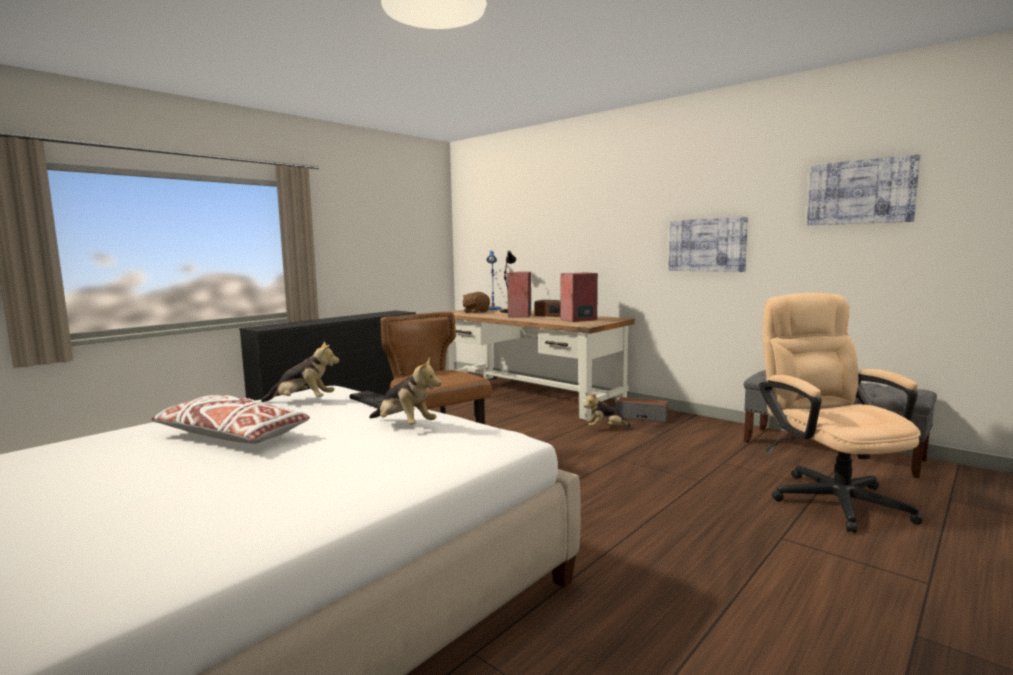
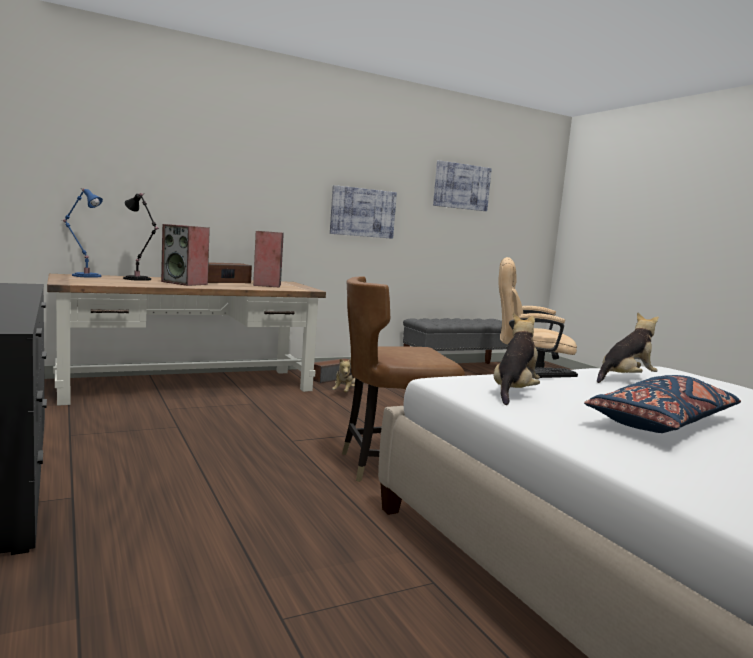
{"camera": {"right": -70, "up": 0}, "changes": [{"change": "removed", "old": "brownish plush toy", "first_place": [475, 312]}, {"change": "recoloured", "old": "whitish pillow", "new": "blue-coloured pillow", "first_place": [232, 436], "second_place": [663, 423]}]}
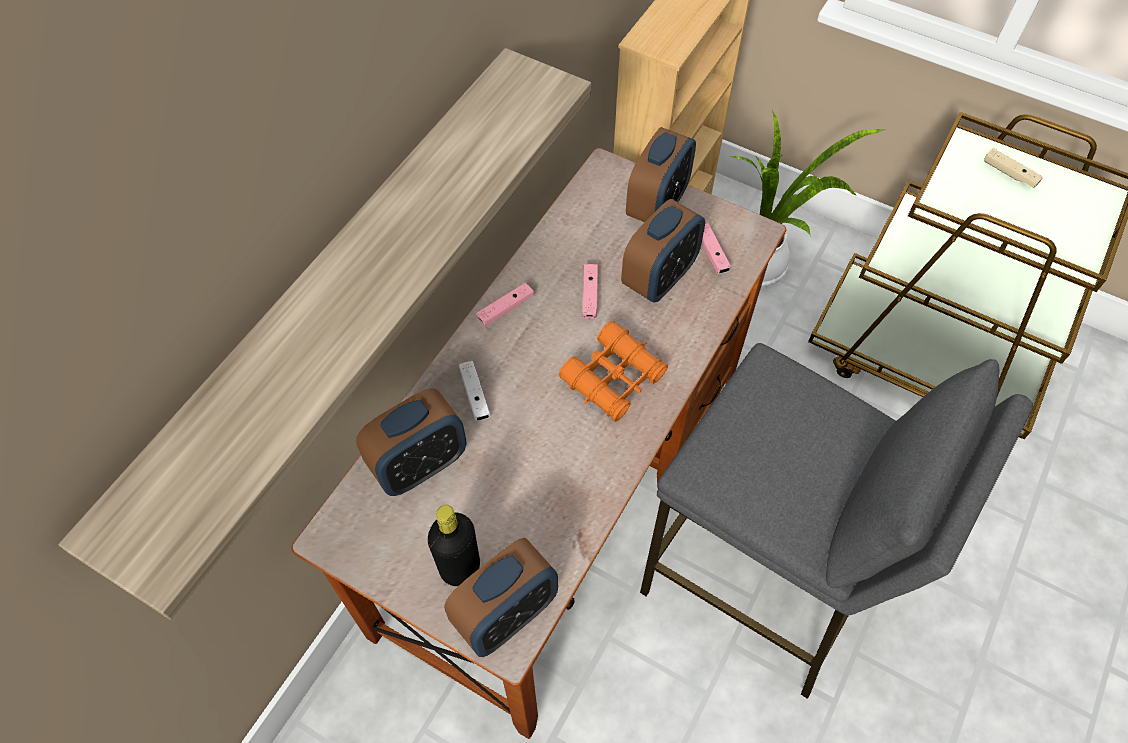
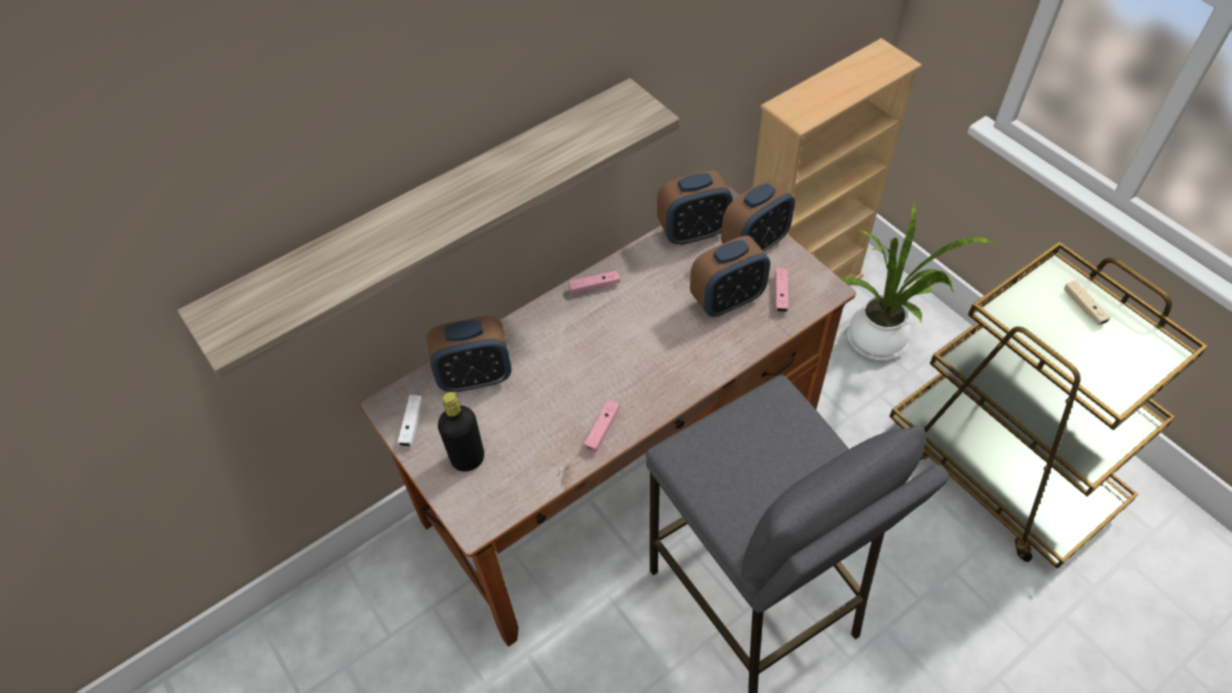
{"camera": {"right": 25, "up": -5}, "changes": [{"change": "removed", "old": "orange-coloured pair of binoculars", "first_place": [613, 378]}, {"change": "moved", "old": "table clock", "first_place": [506, 614], "second_place": [693, 232]}, {"change": "moved", "old": "whitish gamepad", "first_place": [474, 395], "second_place": [412, 424]}, {"change": "moved", "old": "pink-coloured gamepad", "first_place": [590, 295], "second_place": [602, 429]}]}
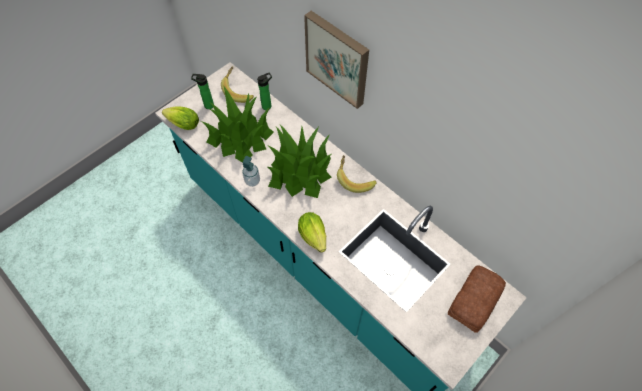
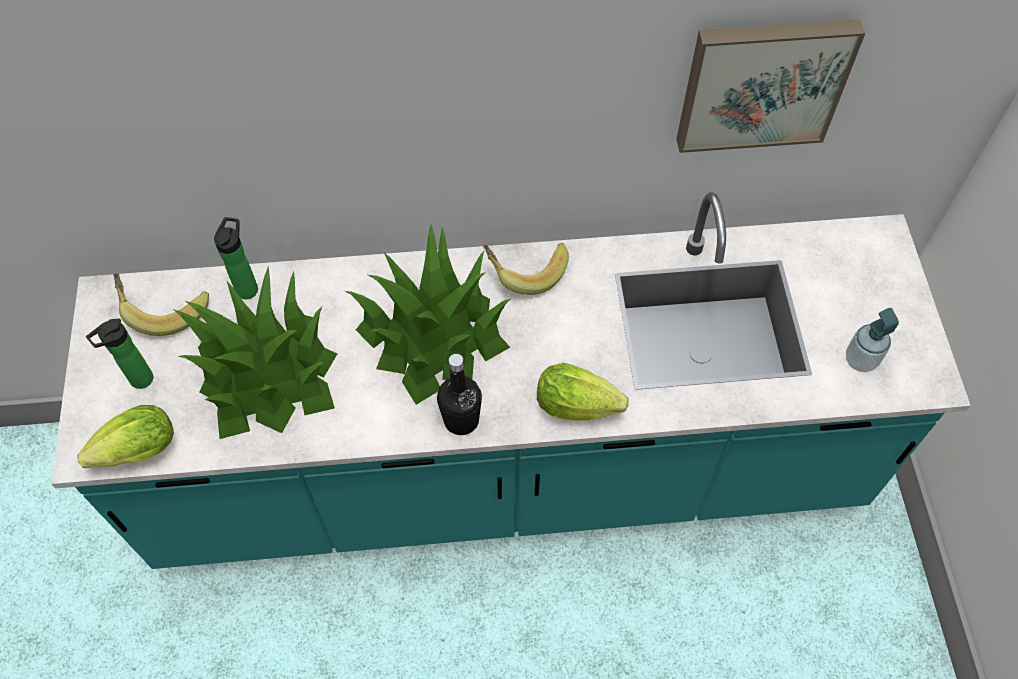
{"camera": {"right": -50, "up": 0}, "changes": [{"change": "removed", "old": "bread", "first_place": [473, 300]}, {"change": "added", "new": "black drink bottle", "second_place": [461, 420]}, {"change": "moved", "old": "soap dispenser", "first_place": [252, 181], "second_place": [860, 360]}, {"change": "moved", "old": "wall picture", "first_place": [338, 59], "second_place": [762, 82]}]}
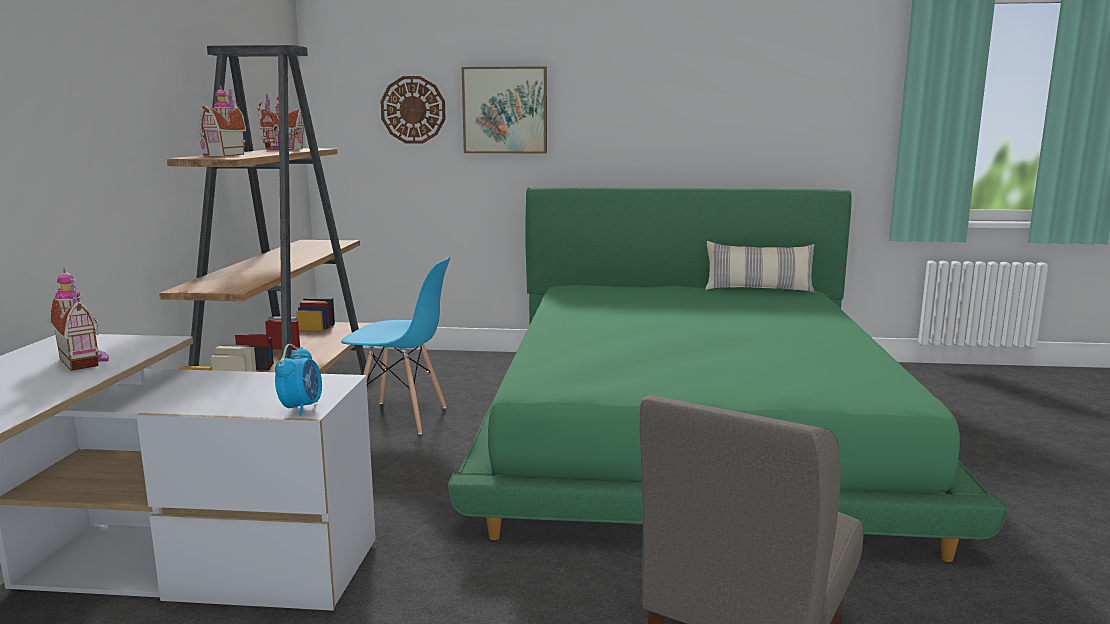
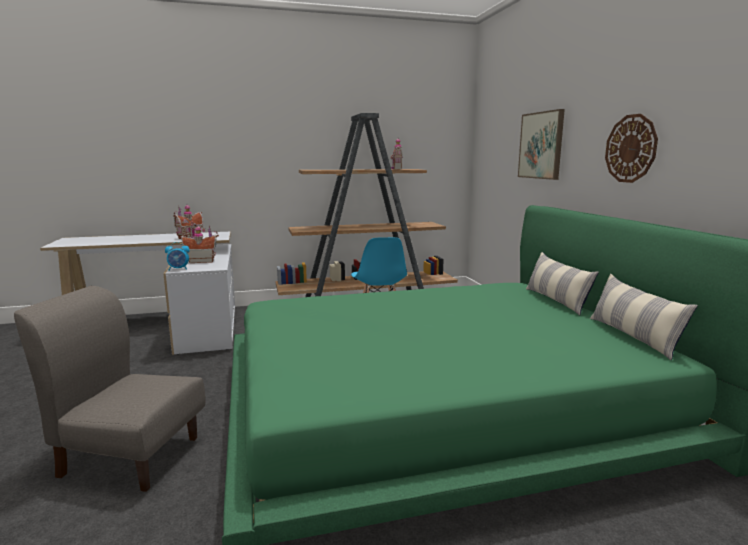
{"camera": {"right": 70, "up": 0}, "changes": [{"change": "added", "new": "pillow", "second_place": [556, 301]}, {"change": "moved", "old": "toy house", "first_place": [222, 155], "second_place": [201, 261]}, {"change": "moved", "old": "clock on the wall", "first_place": [413, 110], "second_place": [631, 148]}]}
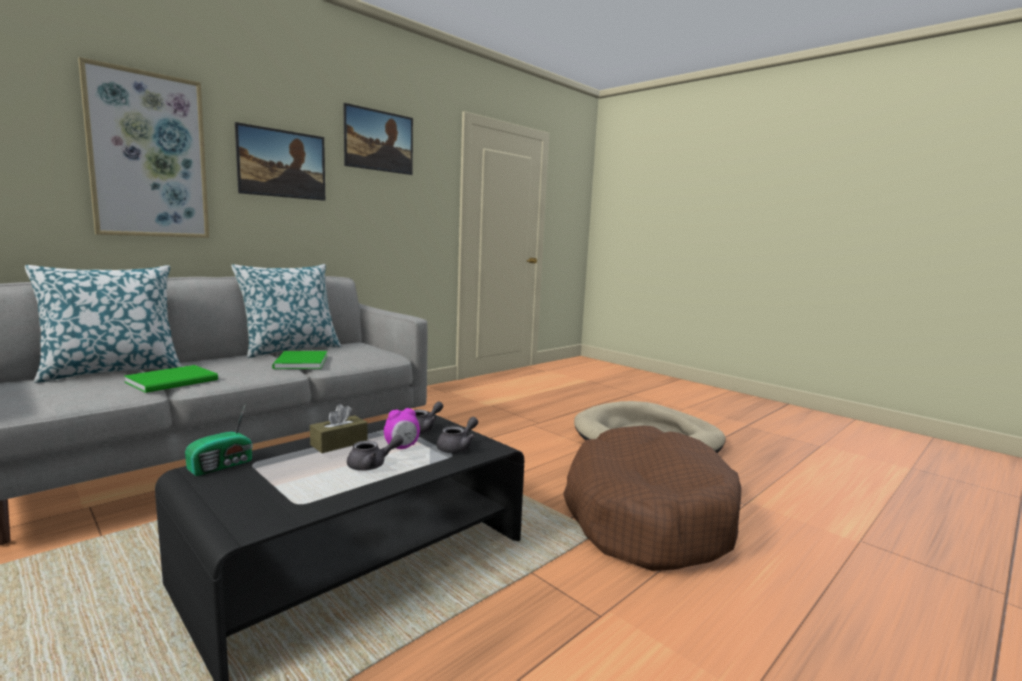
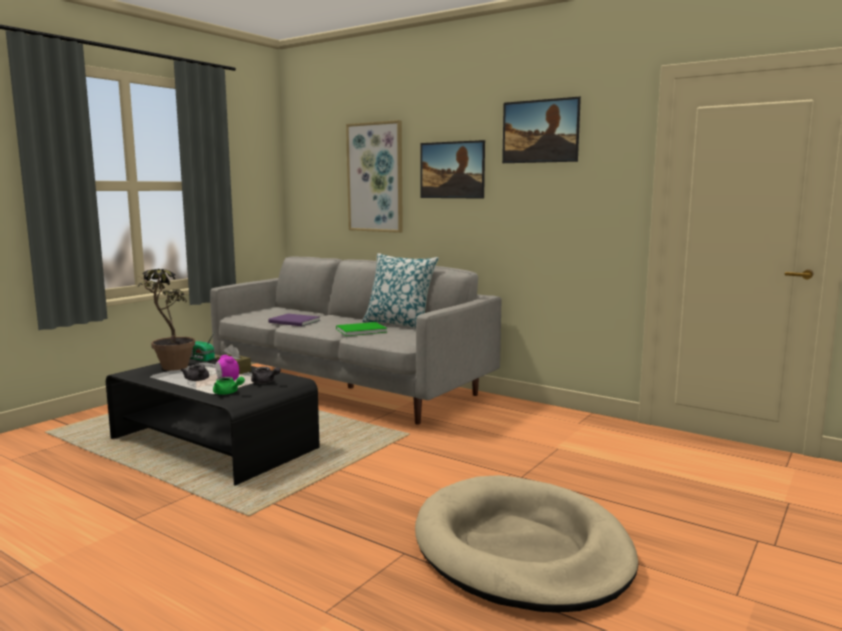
{"camera": {"right": 80, "up": 0}, "changes": [{"change": "removed", "old": "pillow", "first_place": [112, 371]}, {"change": "removed", "old": "brownish dog bed", "first_place": [646, 516]}, {"change": "added", "new": "houseplant", "second_place": [170, 369]}, {"change": "recoloured", "old": "green-coloured volume", "new": "purple-coloured volume", "first_place": [175, 381], "second_place": [295, 322]}, {"change": "recoloured", "old": "gray pot for tea", "new": "green-coloured pot for tea", "first_place": [458, 447], "second_place": [228, 393]}]}
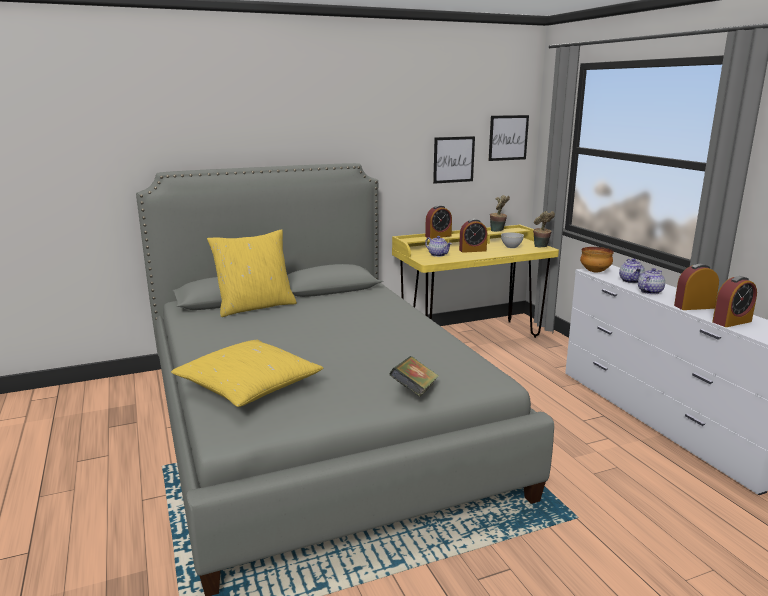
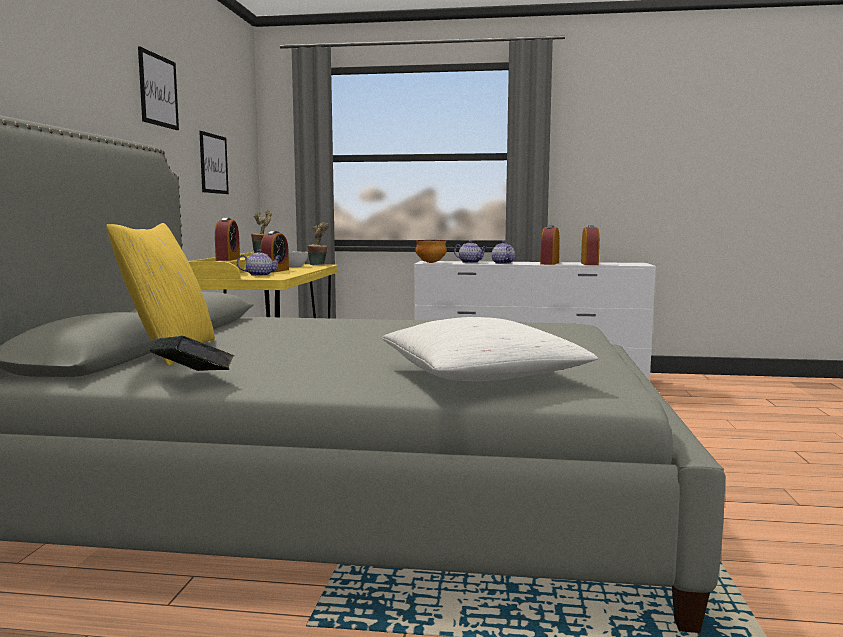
{"camera": {"right": -60, "up": -10}, "changes": [{"change": "moved", "old": "volume", "first_place": [414, 391], "second_place": [192, 379]}, {"change": "moved", "old": "wall picture", "first_place": [508, 137], "second_place": [158, 90]}, {"change": "recoloured", "old": "yellow pillow", "new": "whitish pillow", "first_place": [249, 386], "second_place": [482, 375]}]}
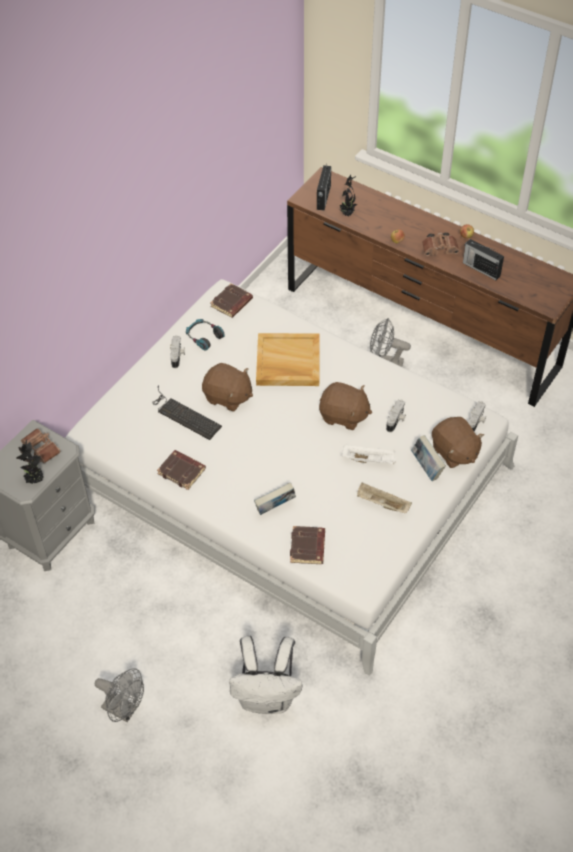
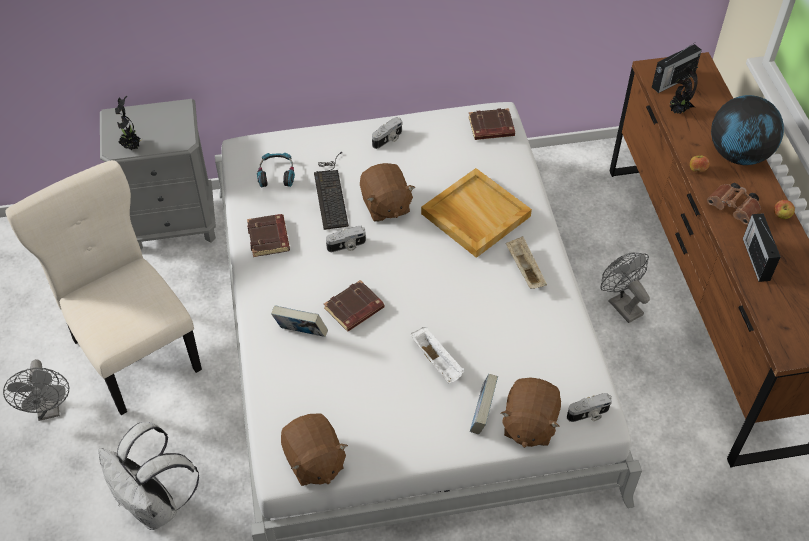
{"camera": {"right": 45, "up": 0}, "changes": [{"change": "removed", "old": "brownish pair of binoculars", "first_place": [39, 451]}, {"change": "added", "new": "beige-coloured plain chair", "second_place": [134, 350]}, {"change": "added", "new": "desk globe", "second_place": [739, 155]}, {"change": "moved", "old": "headphones", "first_place": [204, 337], "second_place": [276, 174]}, {"change": "moved", "old": "brownish volume", "first_place": [308, 548], "second_place": [354, 309]}, {"change": "moved", "old": "brownish plush toy", "first_place": [343, 416], "second_place": [314, 461]}, {"change": "moved", "old": "beige-coloured carrying tray", "first_place": [382, 504], "second_place": [524, 269]}, {"change": "moved", "old": "still camera", "first_place": [396, 420], "second_place": [347, 246]}]}
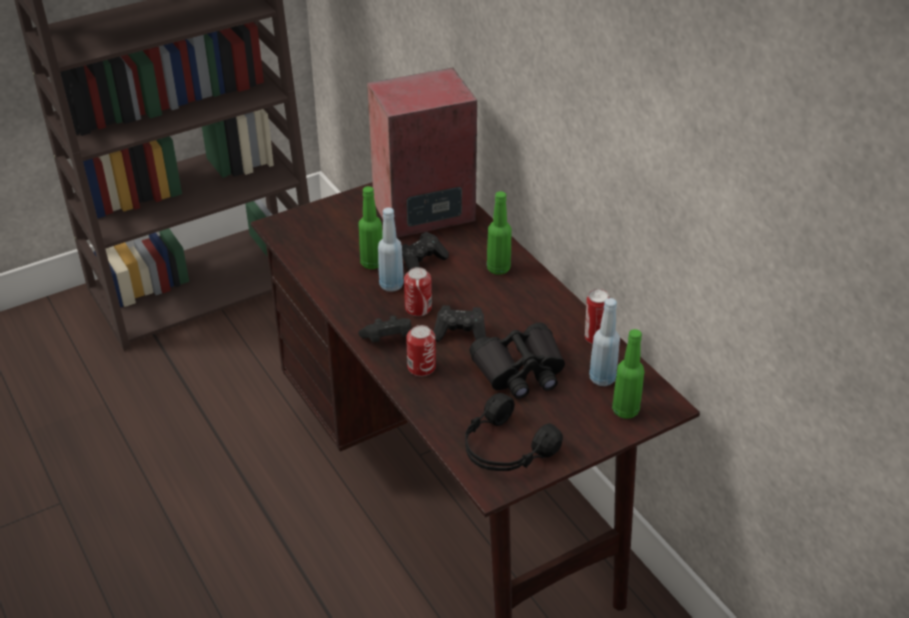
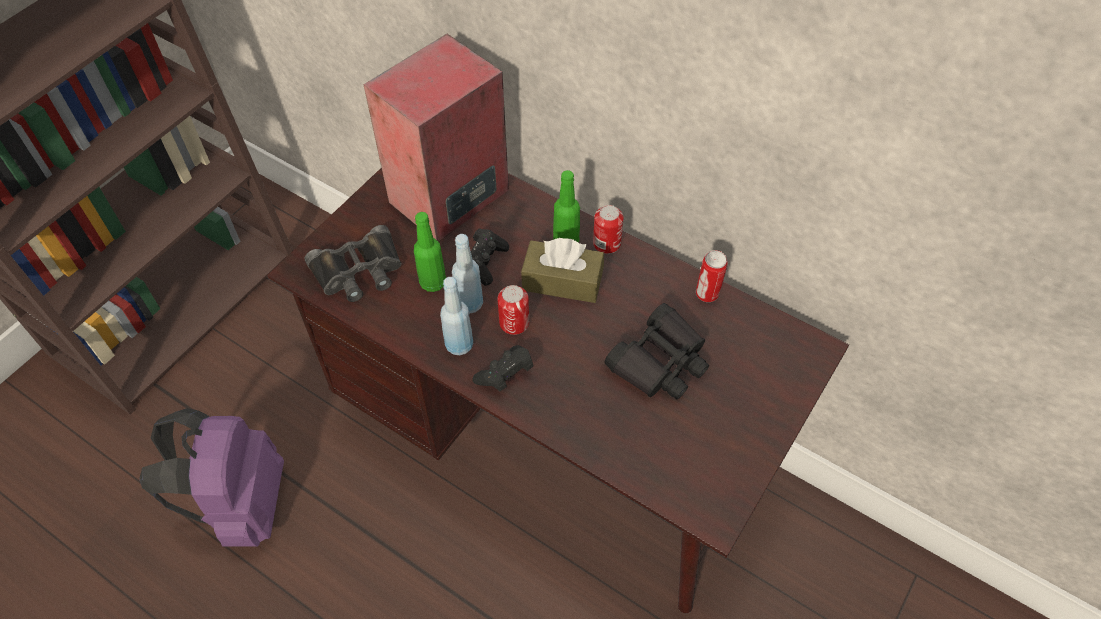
{"camera": {"right": -25, "up": 15}, "changes": [{"change": "removed", "old": "black gamepad", "first_place": [460, 333]}, {"change": "removed", "old": "black headphones", "first_place": [504, 449]}, {"change": "removed", "old": "green-coloured drink bottle", "first_place": [625, 410]}, {"change": "added", "new": "purple-coloured rucksack", "second_place": [241, 505]}, {"change": "added", "new": "black pair of binoculars", "second_place": [359, 271]}, {"change": "added", "new": "brownish tissue box", "second_place": [562, 281]}, {"change": "moved", "old": "can", "first_place": [421, 367], "second_place": [606, 243]}, {"change": "moved", "old": "blue-coloured drink bottle", "first_place": [602, 378], "second_place": [459, 345]}]}
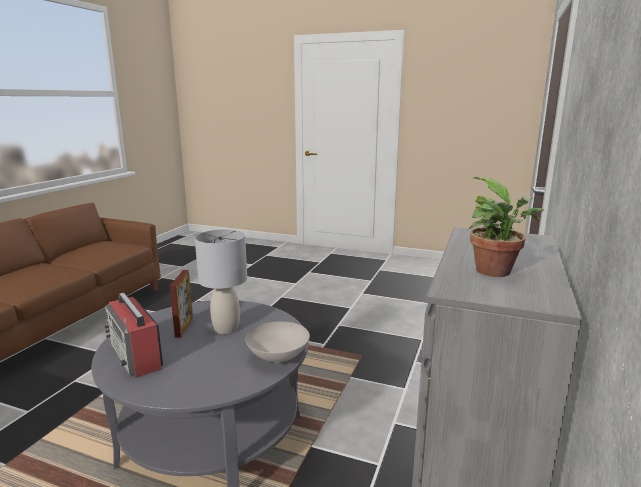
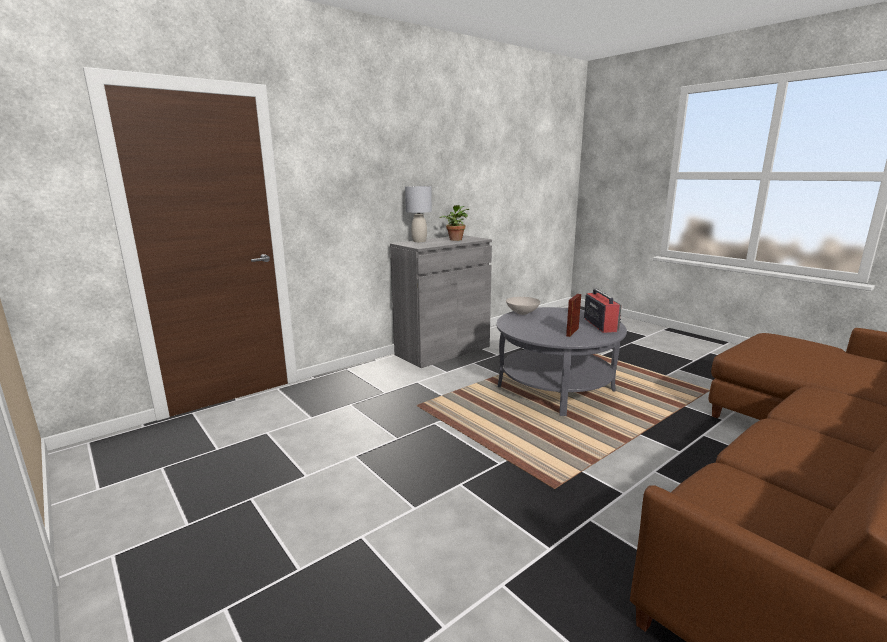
{"camera": {"right": -150, "up": 0}, "changes": [{"change": "moved", "old": "gray tabletop lamp", "first_place": [225, 328], "second_place": [419, 241]}]}
